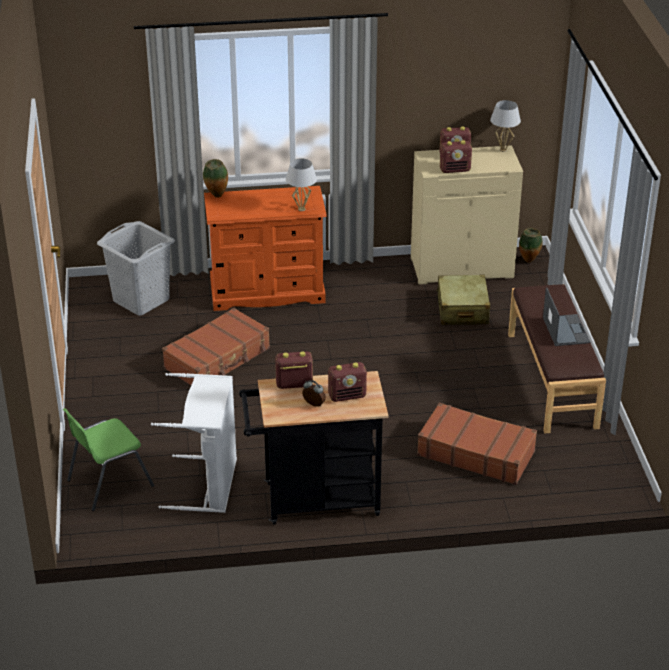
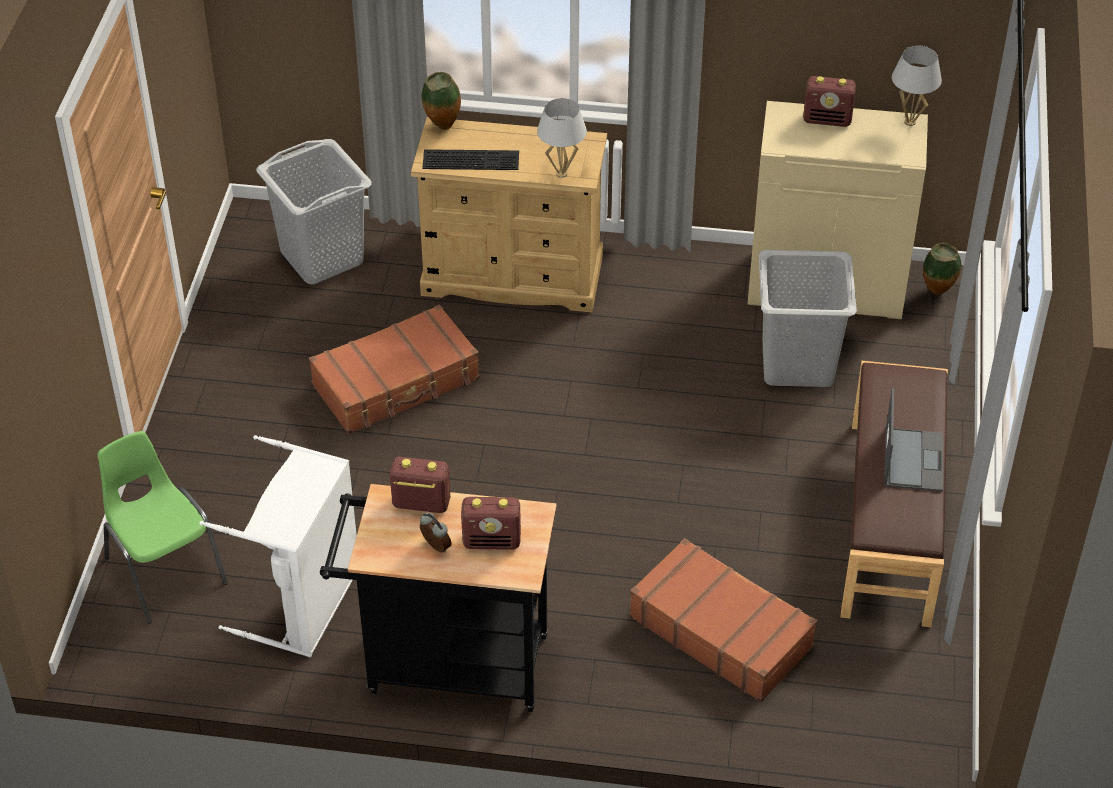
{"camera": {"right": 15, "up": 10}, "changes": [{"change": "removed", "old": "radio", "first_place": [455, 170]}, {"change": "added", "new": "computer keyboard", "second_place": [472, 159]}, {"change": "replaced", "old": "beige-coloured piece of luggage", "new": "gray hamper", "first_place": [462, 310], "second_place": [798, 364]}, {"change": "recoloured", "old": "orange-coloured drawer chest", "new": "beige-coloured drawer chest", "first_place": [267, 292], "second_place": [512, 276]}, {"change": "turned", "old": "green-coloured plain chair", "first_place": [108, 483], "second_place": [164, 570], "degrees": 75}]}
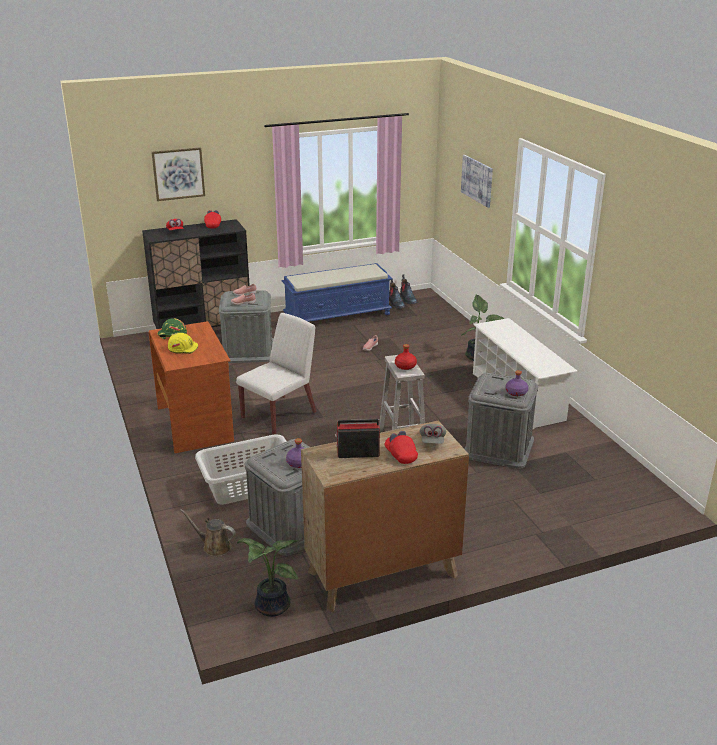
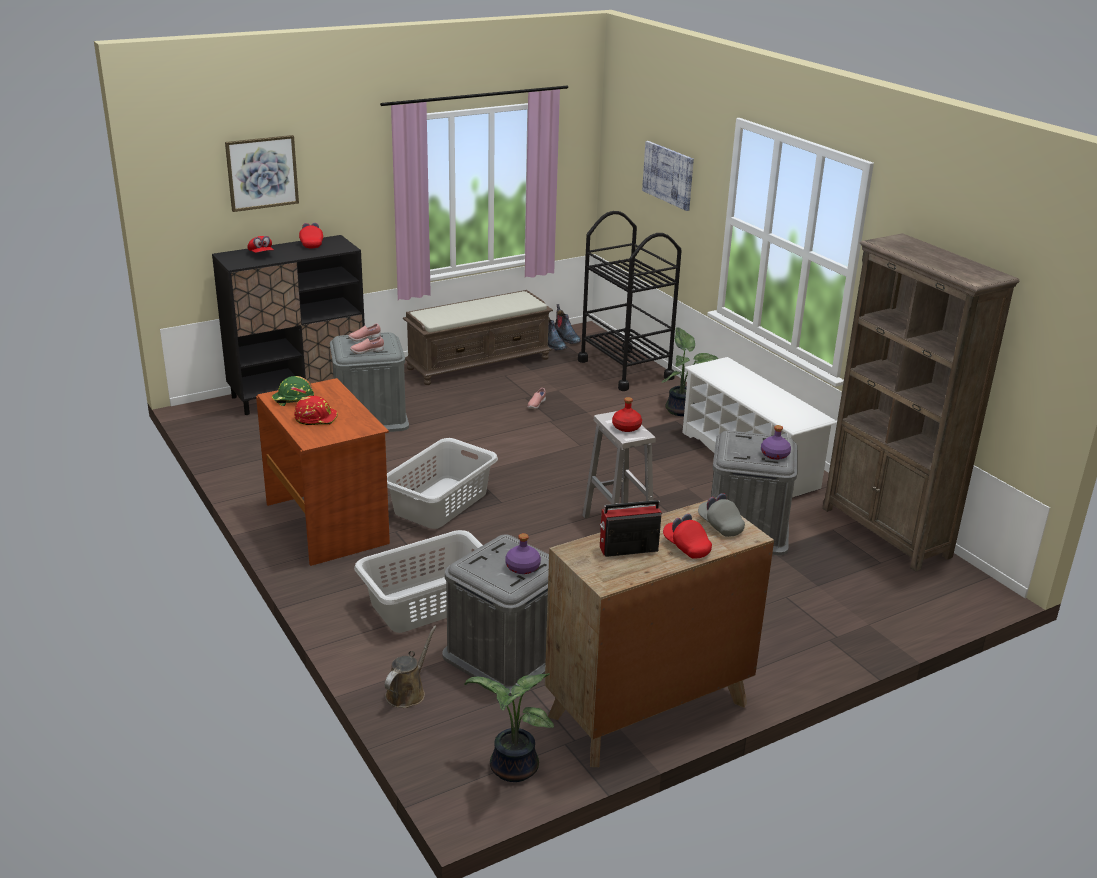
{"camera": {"right": -10, "up": 0}, "changes": [{"change": "added", "new": "black wheeled cart", "second_place": [625, 369]}, {"change": "added", "new": "brownish bookshelf", "second_place": [886, 532]}, {"change": "replaced", "old": "whitish plain chair", "new": "gray hamper", "first_place": [279, 415], "second_place": [442, 503]}, {"change": "recoloured", "old": "yellow work helmet", "new": "red work helmet", "first_place": [183, 348], "second_place": [316, 418]}, {"change": "recoloured", "old": "blue-coloured bench", "new": "brownish bench", "first_place": [338, 315], "second_place": [479, 363]}, {"change": "turned", "old": "brownish watering can", "first_place": [214, 547], "second_place": [407, 692], "degrees": 105}, {"change": "turned", "old": "gray cap", "first_place": [432, 441], "second_place": [720, 525], "degrees": 150}]}
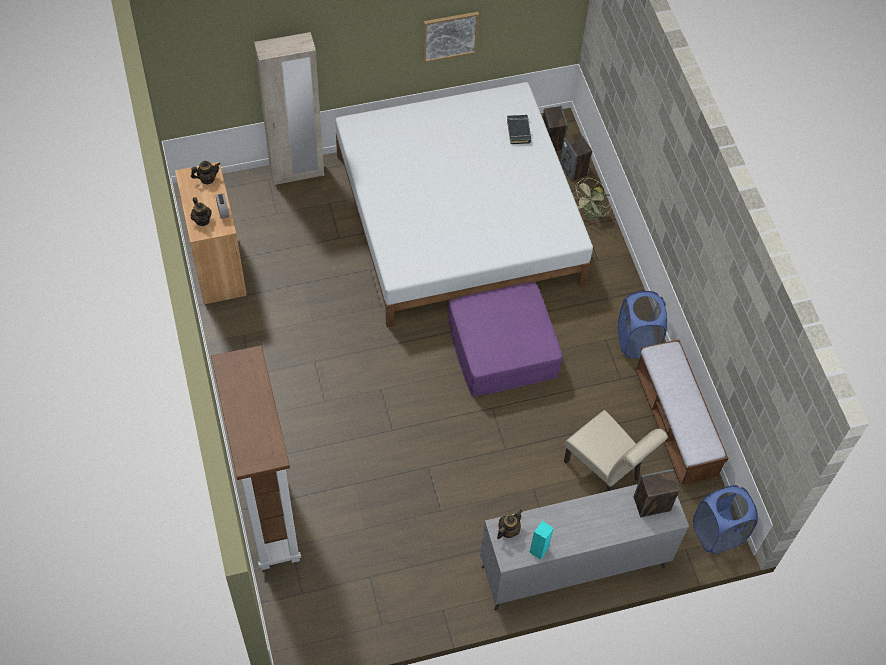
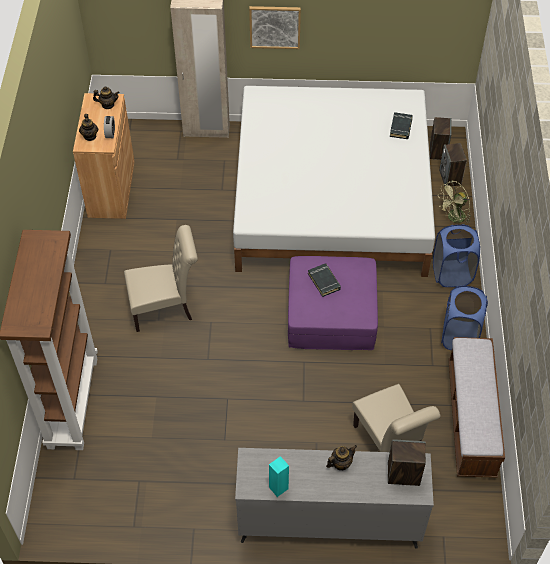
{"camera": {"right": 20, "up": -5}, "changes": [{"change": "added", "new": "beige-coloured plain chair", "second_place": [165, 309]}, {"change": "added", "new": "black volume", "second_place": [324, 281]}, {"change": "moved", "old": "wall picture", "first_place": [450, 36], "second_place": [275, 26]}, {"change": "moved", "old": "pot for tea", "first_place": [508, 530], "second_place": [340, 463]}, {"change": "moved", "old": "blue-coloured hamper", "first_place": [717, 533], "second_place": [451, 274]}]}
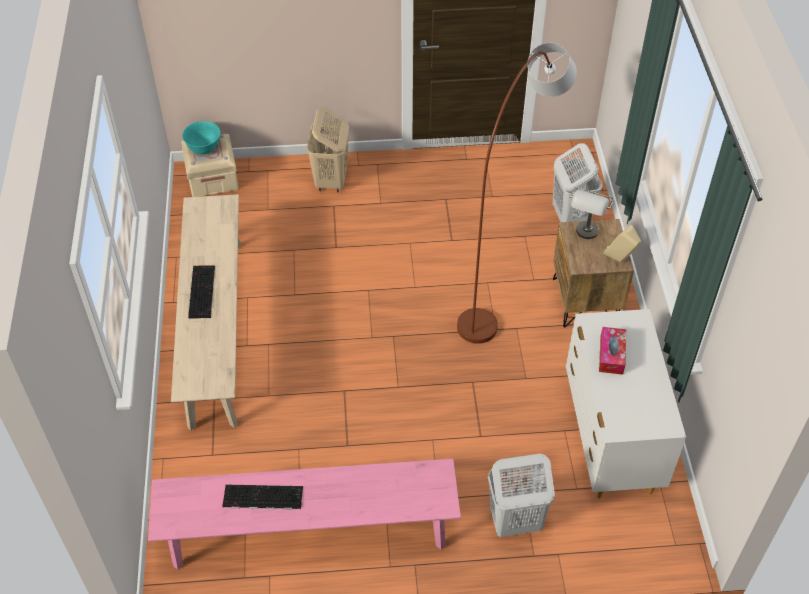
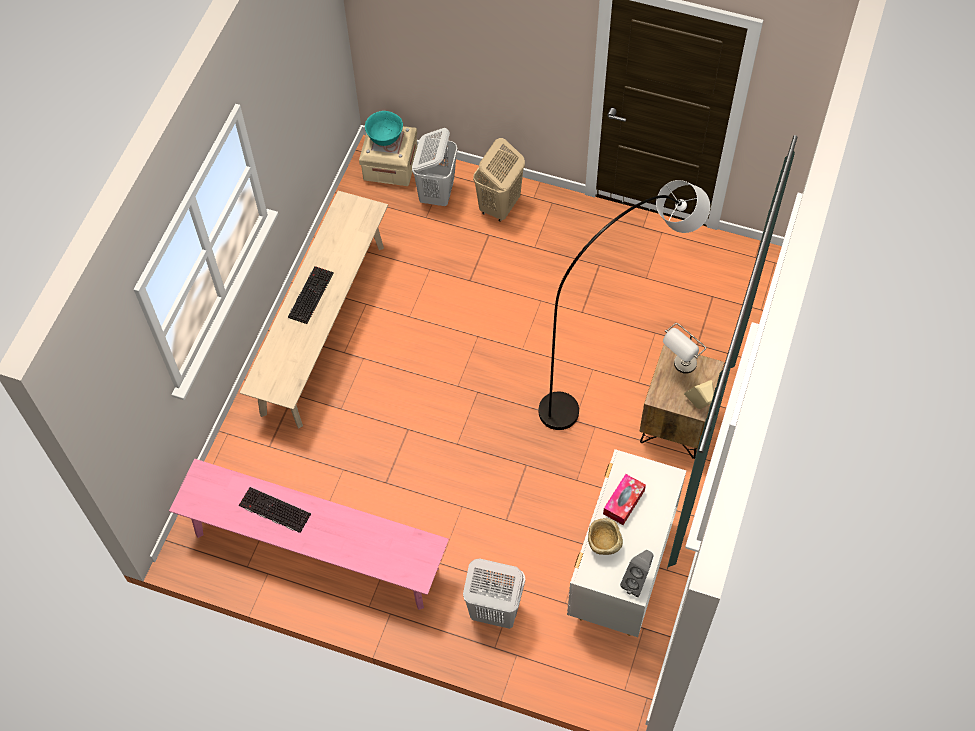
{"camera": {"right": 25, "up": 10}, "changes": [{"change": "added", "new": "beige-coloured deep dish", "second_place": [603, 544]}, {"change": "added", "new": "gray speaker", "second_place": [637, 581]}, {"change": "moved", "old": "whitish hamper", "first_place": [570, 217], "second_place": [437, 193]}, {"change": "recoloured", "old": "brownish standard lamp", "new": "gray standard lamp", "first_place": [507, 275], "second_place": [615, 368]}]}
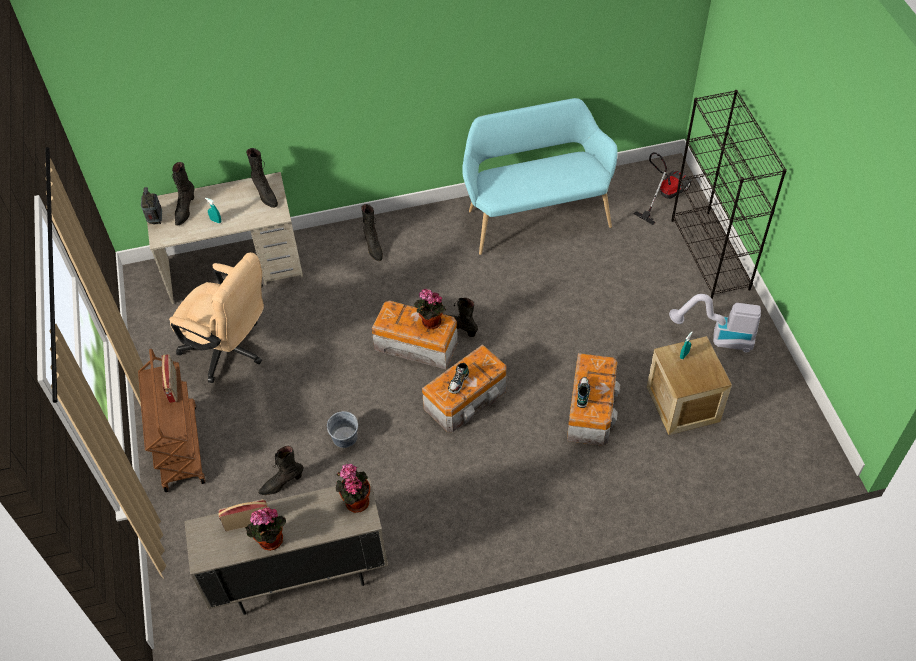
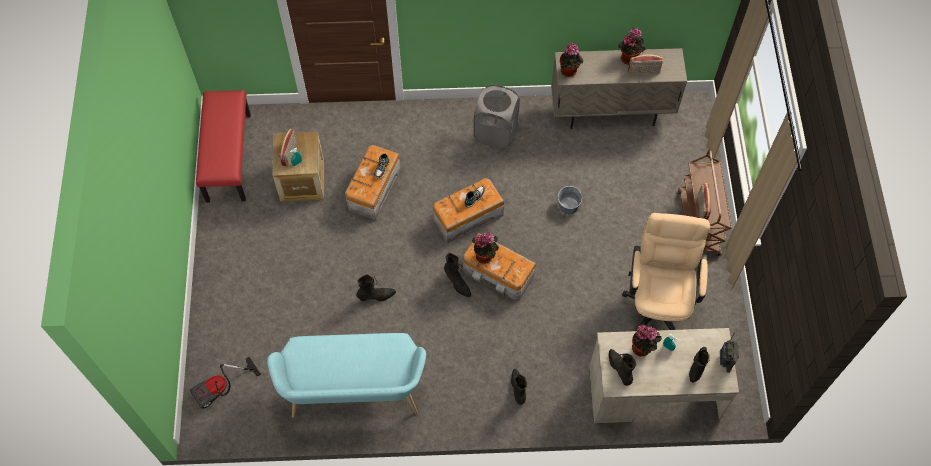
{"camera": {"right": -170, "up": 10}, "changes": [{"change": "removed", "old": "vacuum cleaner", "first_place": [717, 338]}, {"change": "removed", "old": "black bookshelf", "first_place": [710, 254]}, {"change": "added", "new": "red bench", "second_place": [228, 157]}, {"change": "added", "new": "radio", "second_place": [290, 153]}, {"change": "added", "new": "gray hamper", "second_place": [495, 133]}, {"change": "added", "new": "houseplant", "second_place": [642, 348]}, {"change": "moved", "old": "black tall boot", "first_place": [282, 483], "second_place": [376, 296]}, {"change": "turned", "old": "beige-coloured desk chair", "first_place": [230, 351], "second_place": [658, 302], "degrees": 60}]}
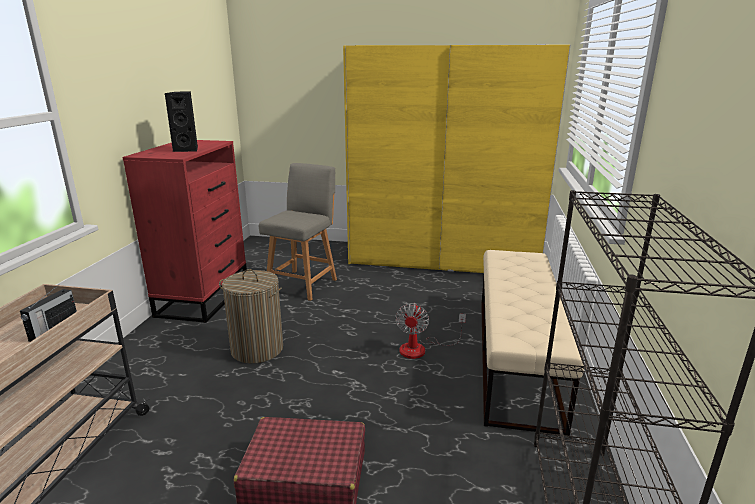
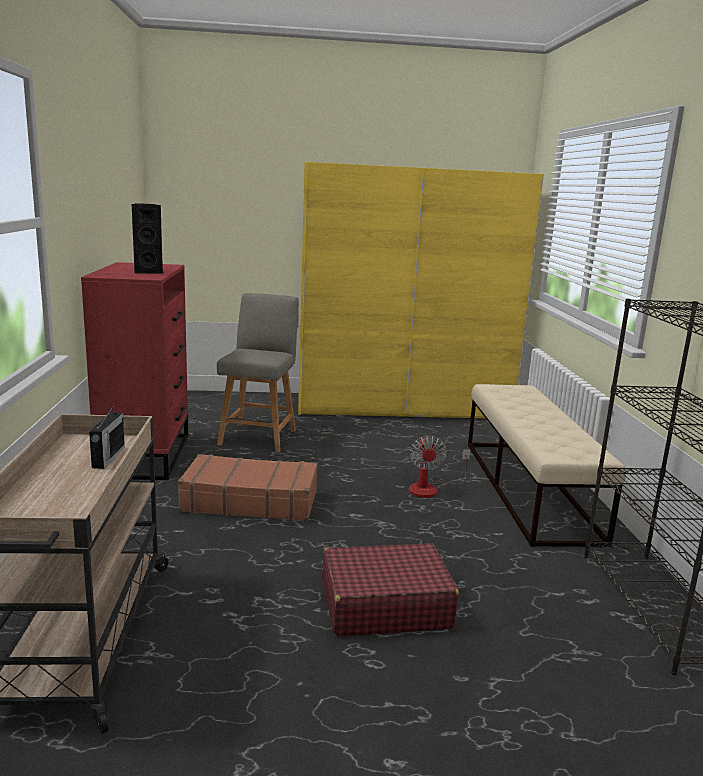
{"camera": {"right": -15, "up": -5}, "changes": [{"change": "replaced", "old": "hamper", "new": "brownish piece of luggage", "first_place": [257, 349], "second_place": [250, 501]}]}
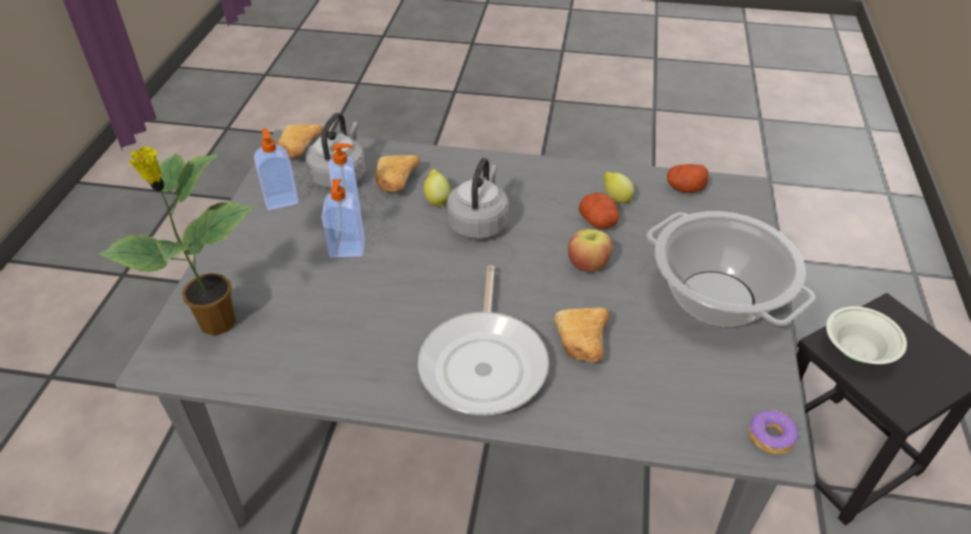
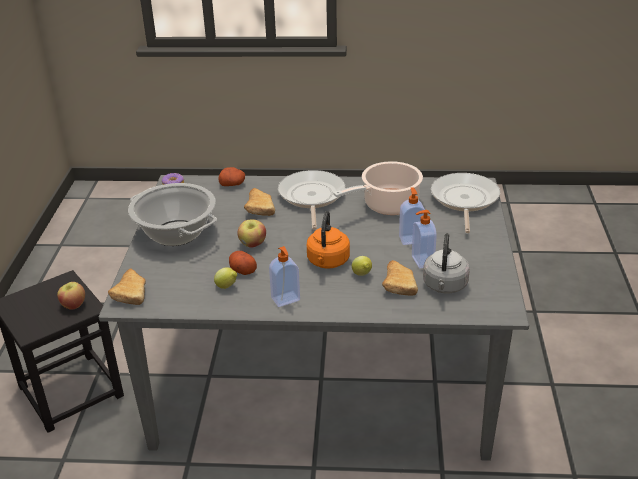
{"camera": {"right": 175, "up": -10}, "changes": [{"change": "added", "new": "stockpot", "second_place": [387, 205]}, {"change": "moved", "old": "soap dispenser", "first_place": [281, 200], "second_place": [286, 300]}, {"change": "moved", "old": "bread", "first_place": [298, 151], "second_place": [131, 292]}, {"change": "moved", "old": "spud", "first_place": [685, 188], "second_place": [233, 184]}, {"change": "replaced", "old": "houseplant", "new": "skillet", "first_place": [216, 324], "second_place": [464, 200]}, {"change": "replaced", "old": "whitish deep dish", "new": "whole apple", "first_place": [856, 353], "second_place": [73, 305]}, {"change": "recoloured", "old": "gray kettle", "new": "orange-coloured kettle", "first_place": [479, 223], "second_place": [327, 262]}]}
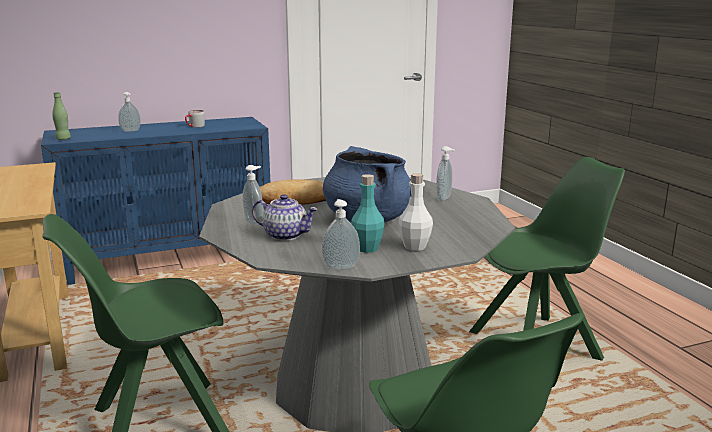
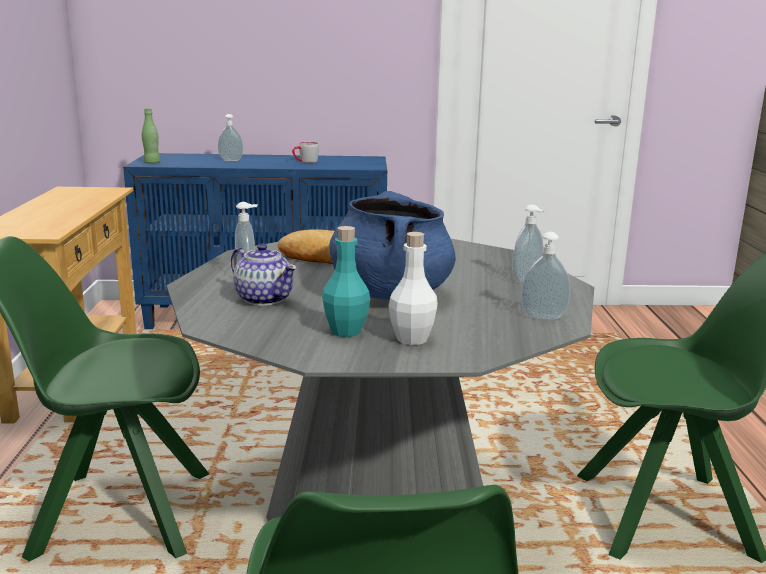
{"camera": {"right": 20, "up": 0}, "changes": [{"change": "moved", "old": "soap dispenser", "first_place": [340, 267], "second_place": [543, 316]}]}
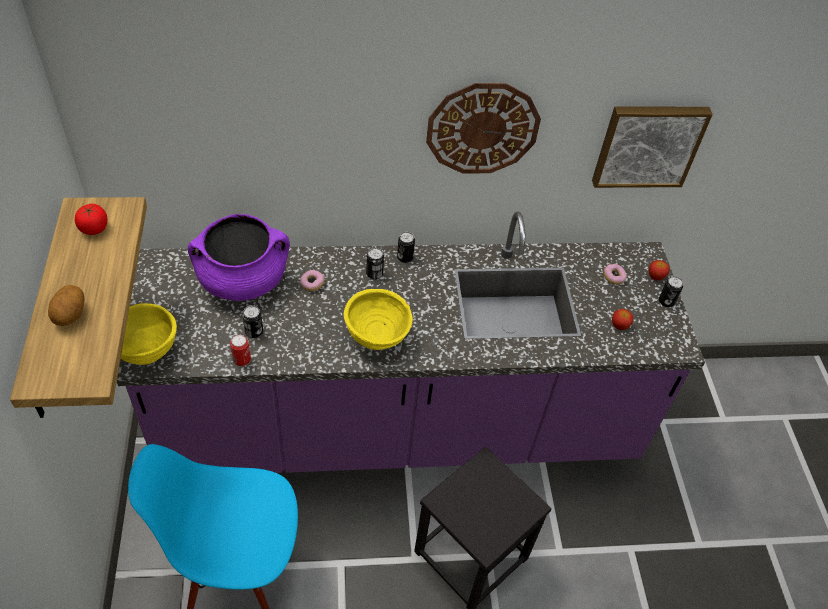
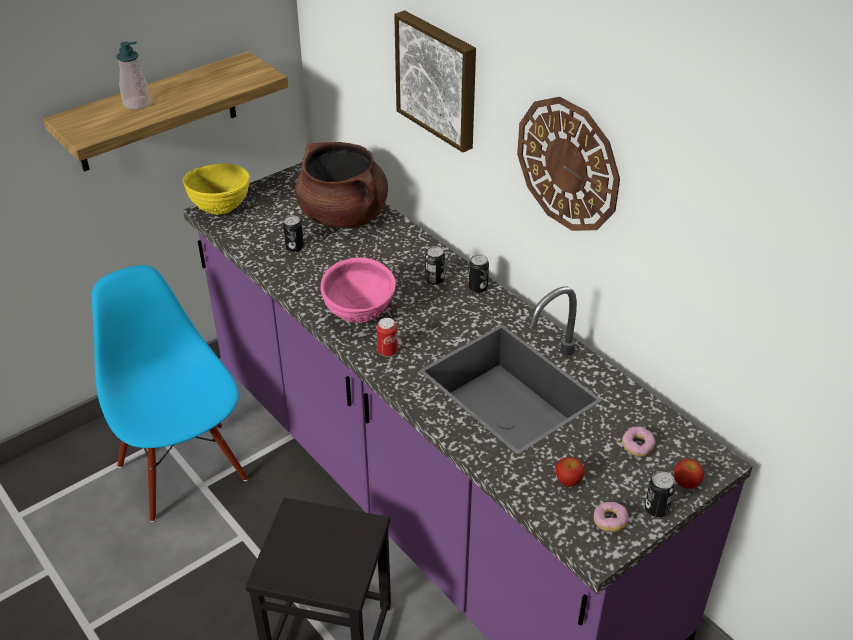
{"camera": {"right": 60, "up": -10}, "changes": [{"change": "removed", "old": "fresh tomato", "first_place": [94, 228]}, {"change": "moved", "old": "can", "first_place": [242, 360], "second_place": [387, 351]}, {"change": "moved", "old": "donut", "first_place": [312, 284], "second_place": [609, 522]}, {"change": "moved", "old": "wall picture", "first_place": [648, 144], "second_place": [438, 79]}, {"change": "replaced", "old": "spud", "new": "soap dispenser", "first_place": [71, 315], "second_place": [137, 104]}, {"change": "recoloured", "old": "purple-coloured stockpot", "new": "brownish stockpot", "first_place": [243, 280], "second_place": [344, 216]}, {"change": "recoloured", "old": "yellow deep dish", "new": "pink-coloured deep dish", "first_place": [377, 338], "second_place": [359, 316]}]}
